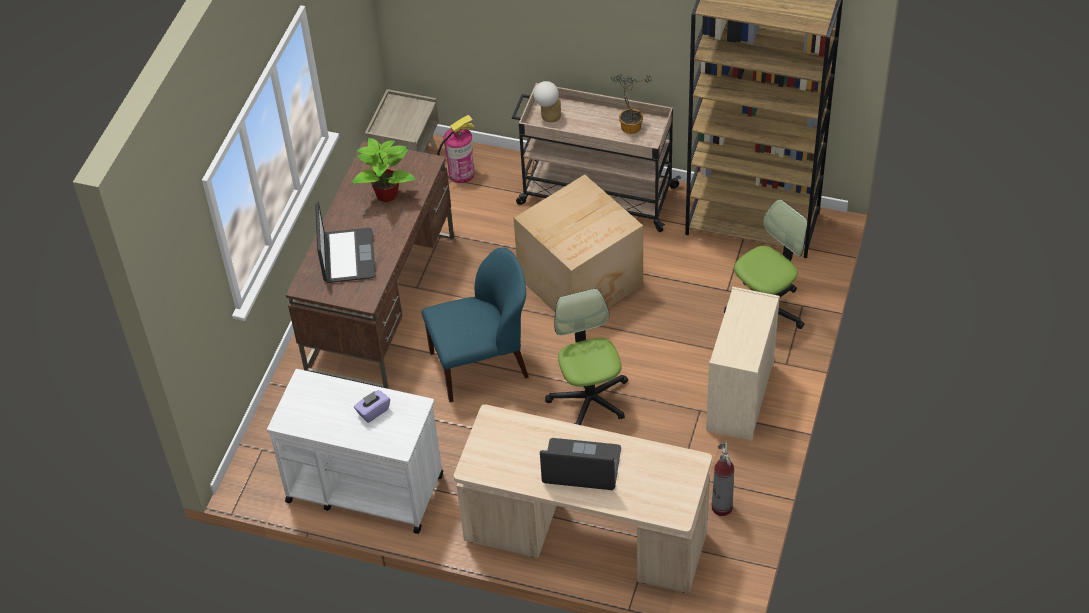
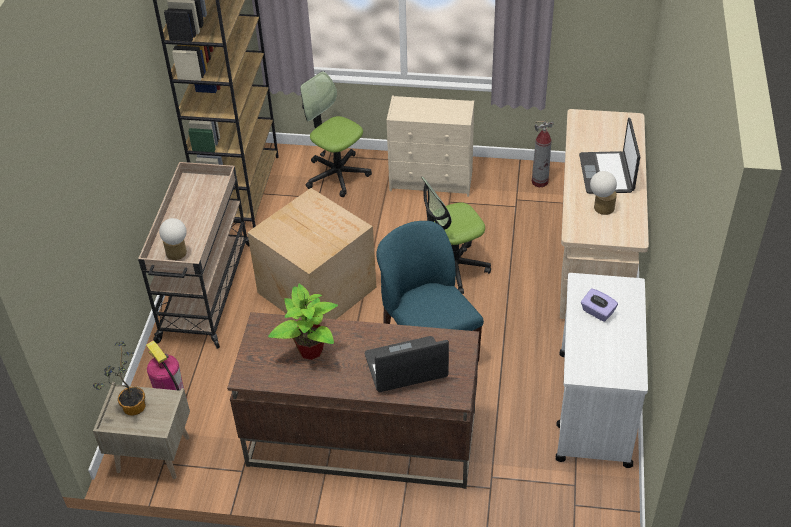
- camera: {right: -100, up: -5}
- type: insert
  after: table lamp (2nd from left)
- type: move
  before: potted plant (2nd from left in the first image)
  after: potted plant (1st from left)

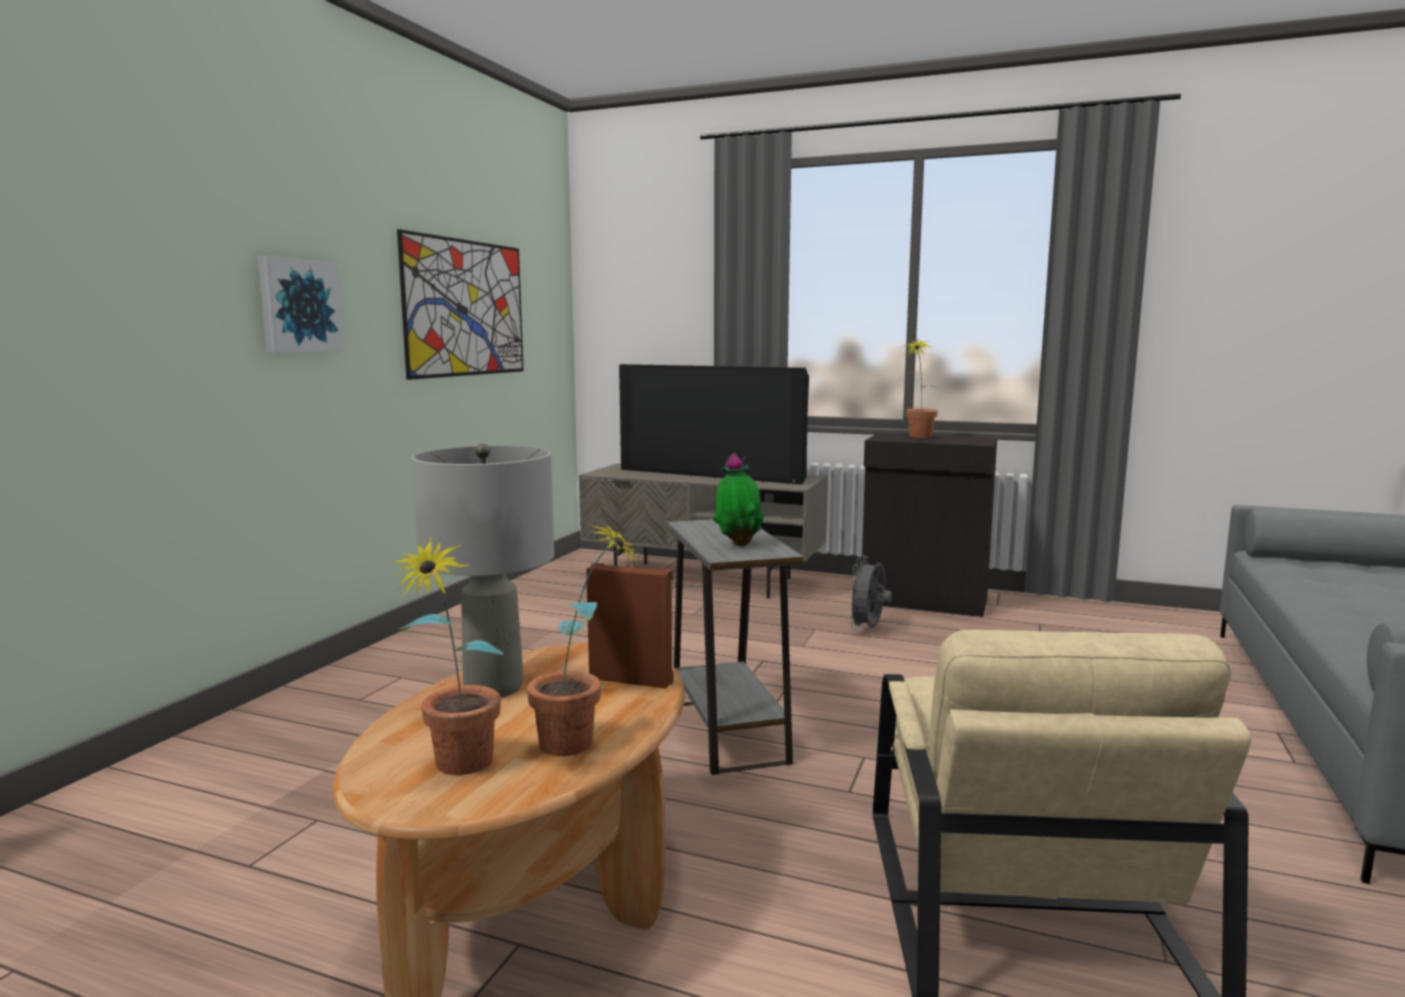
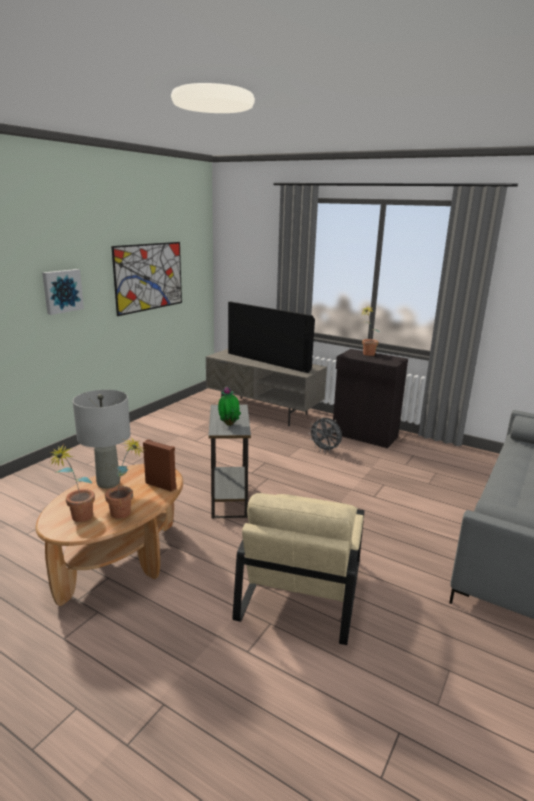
- camera: {right: 10, up: 10}
- type: rotate
  before: fan in grey
  turn: -90

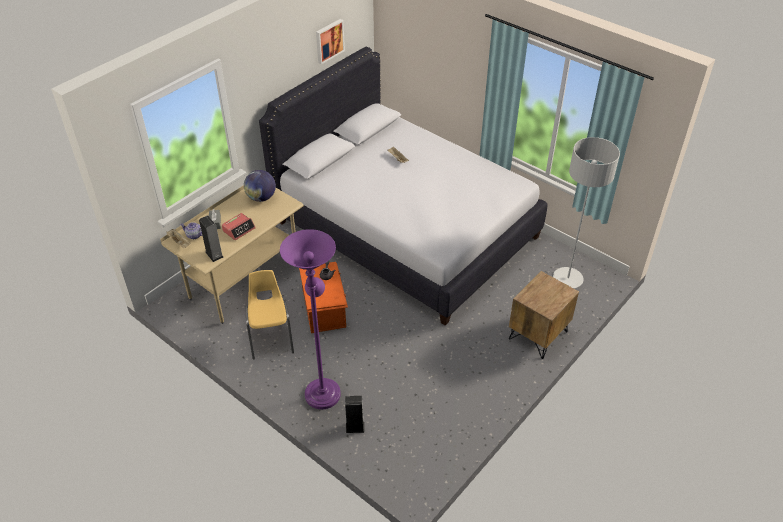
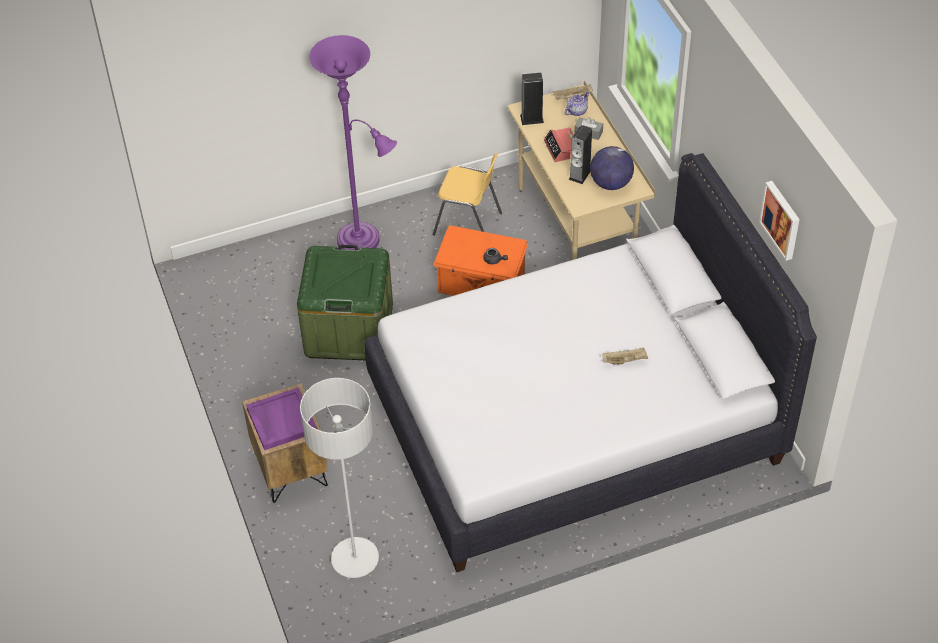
- camera: {right: 120, up: 5}
- type: insert
  after: tray in purple
- type: insert
  after: storage box in green
- type: move
  before: speaker (2nd from left)

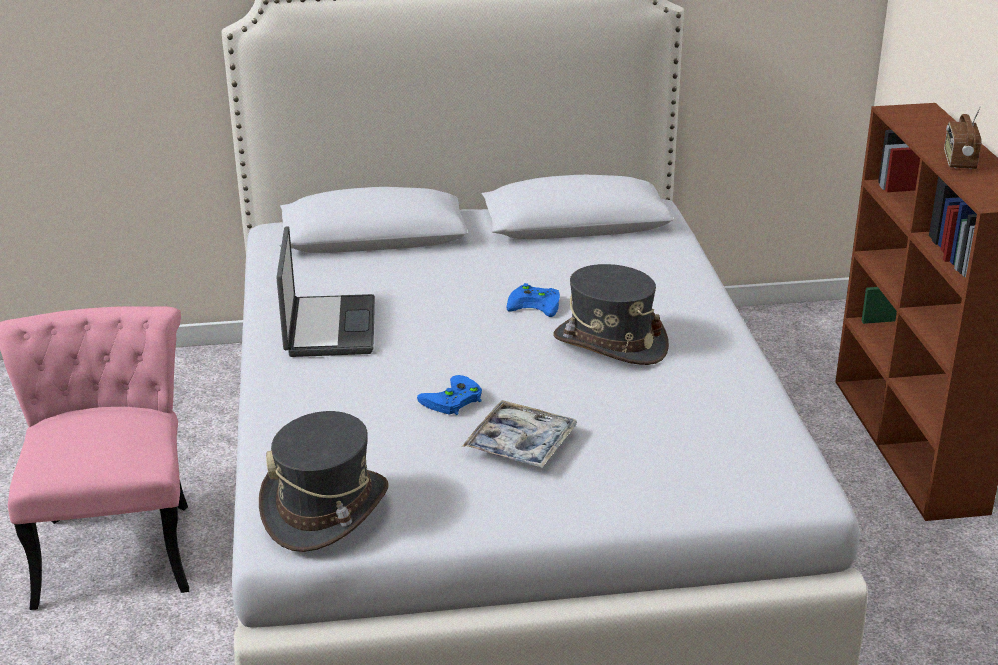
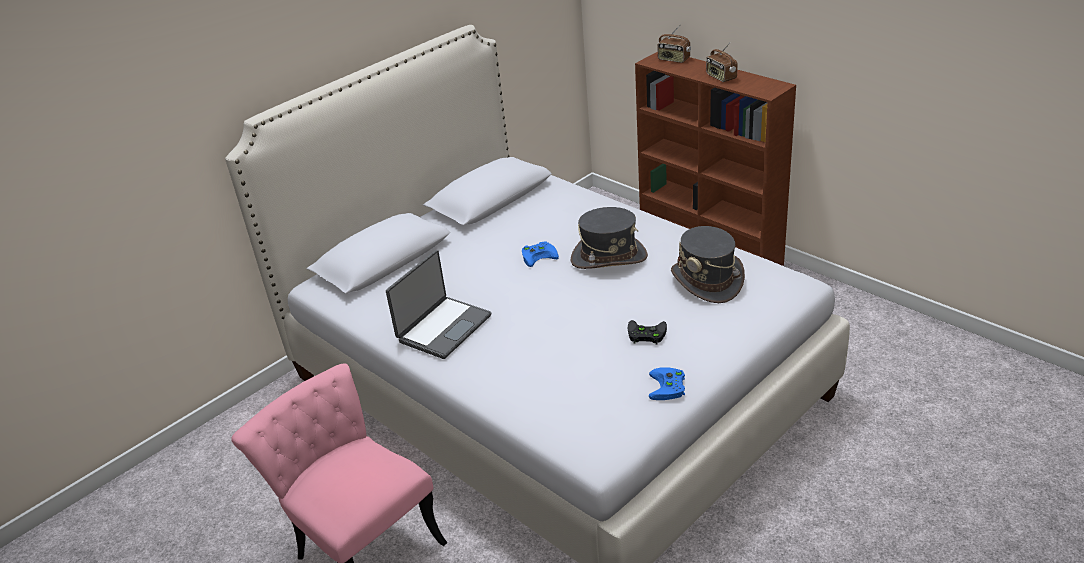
- camera: {right: -35, up: 5}
- type: insert
  after: radio (1st from left)
- type: move
  before: hat in grey (1st from left in the first image)
  after: hat in grey (2nd from left)
- type: move
  before: game controller in blue (1st from left in the first image)
  after: game controller in blue (2nd from left)
- type: replace
  before: tray
  after: game controller in black
- type: rotate
  before: laptop
  turn: 75

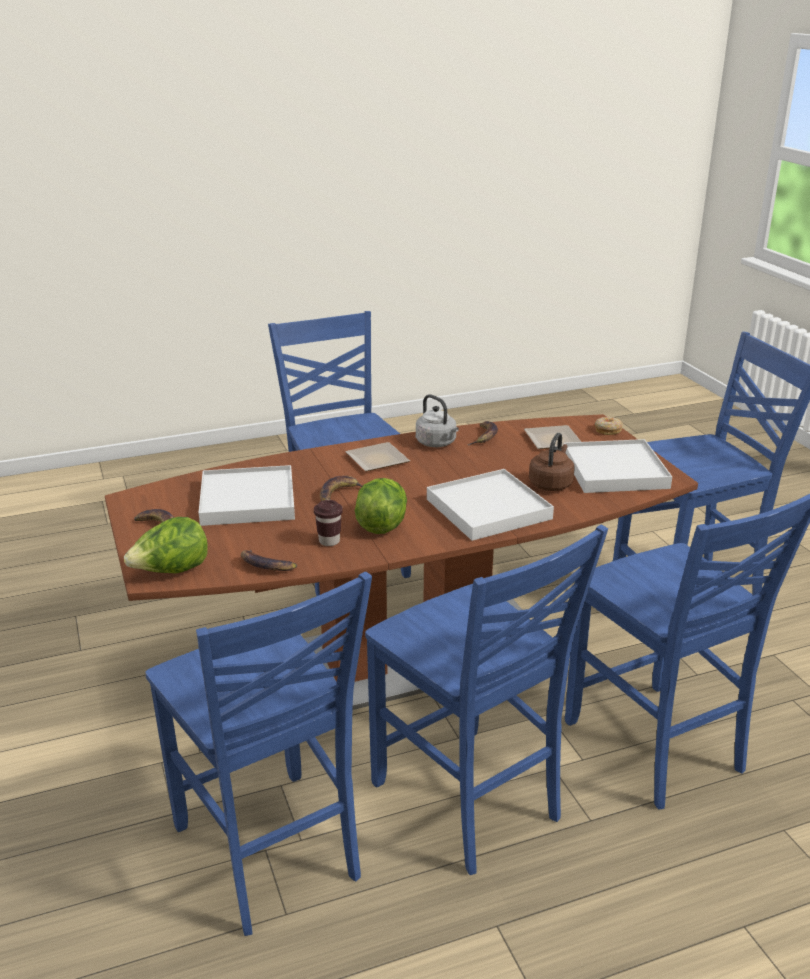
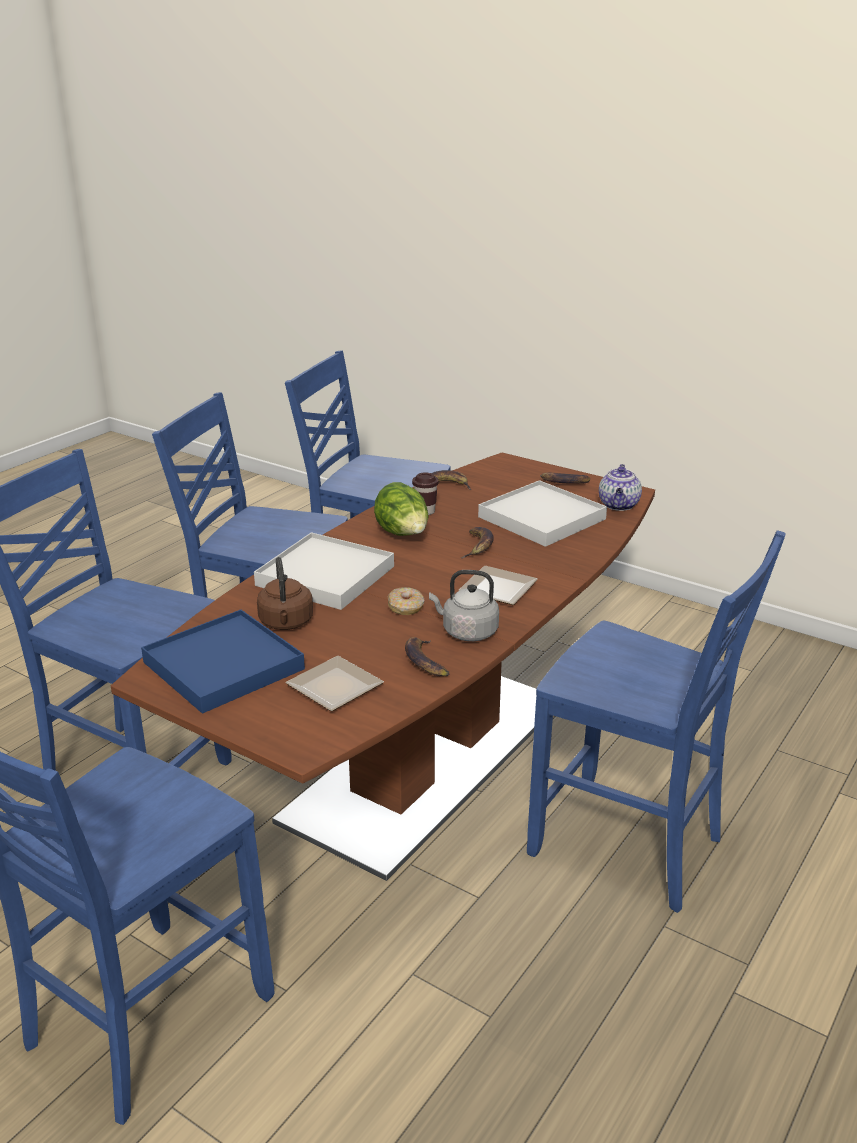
- camera: {right: 145, up: 0}
- type: delete
  before: lettuce (1st from left)
- type: insert
  after: teapot
- type: move
  before: donut
- type: recolor
  before: tray in white (3rd from left)
  after: tray in blue

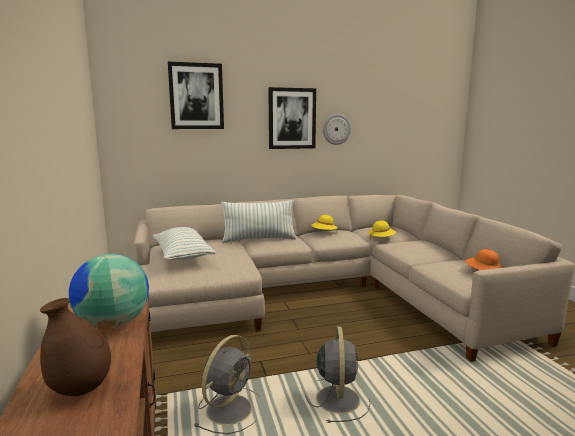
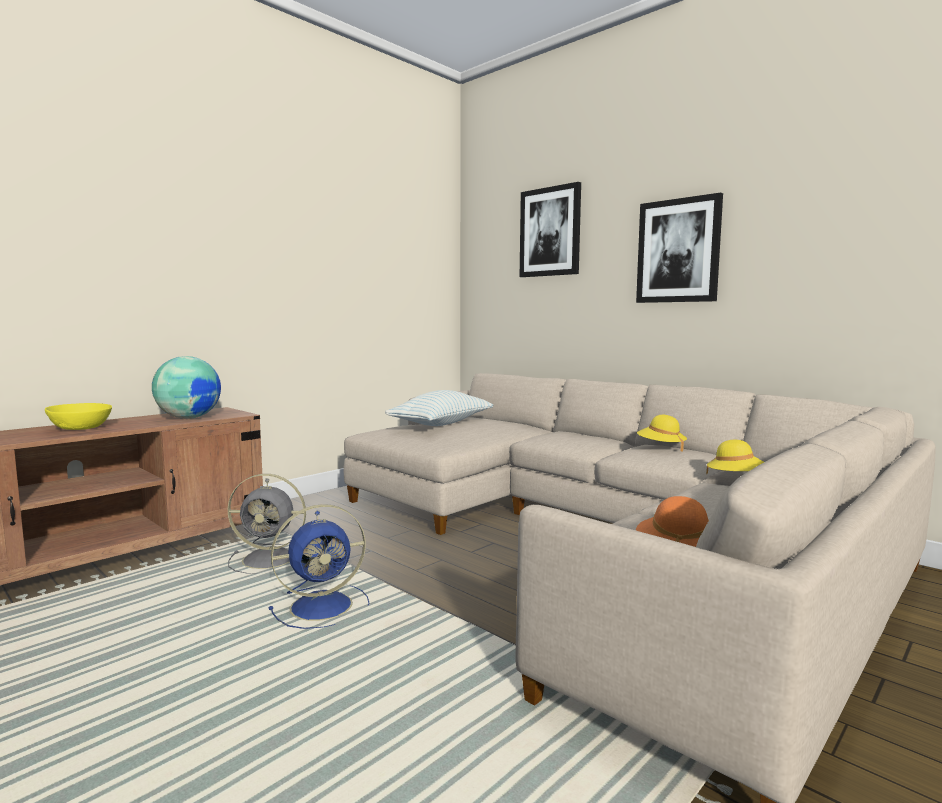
- camera: {right: 60, up: -5}
- type: delete
  before: pillow (2nd from left)
- type: delete
  before: wall clock
- type: replace
  before: vase in brown
  after: bowl in yellow
- type: recolor
  before: fan in grey (2nd from left)
  after: fan in blue

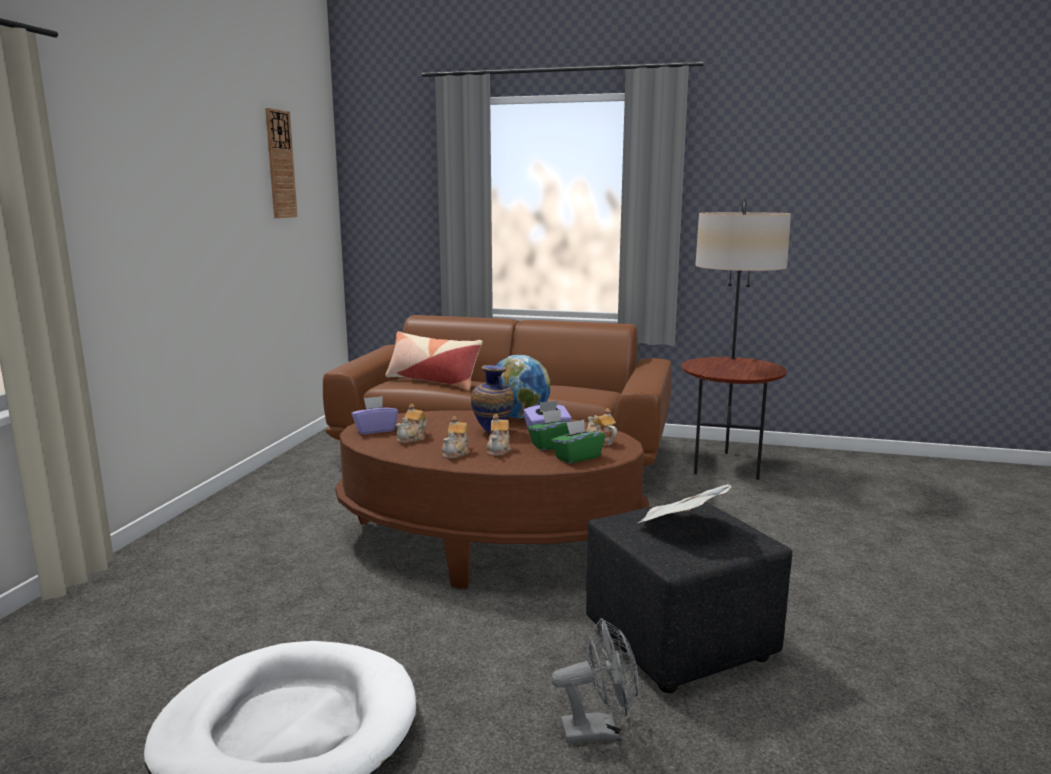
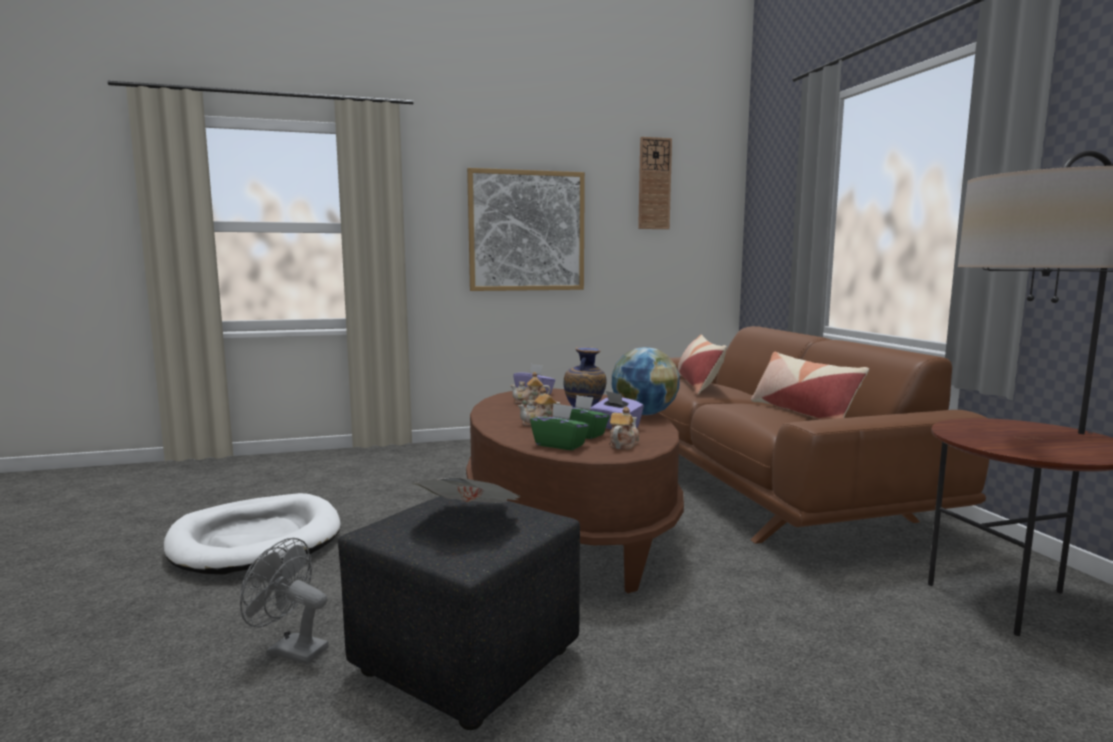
- camera: {right: 60, up: -5}
- type: delete
  before: teapot (2nd from left)
- type: insert
  after: picture
- type: insert
  after: pillow (2nd from left)
- type: rotate
  before: fan in grey
  turn: 150

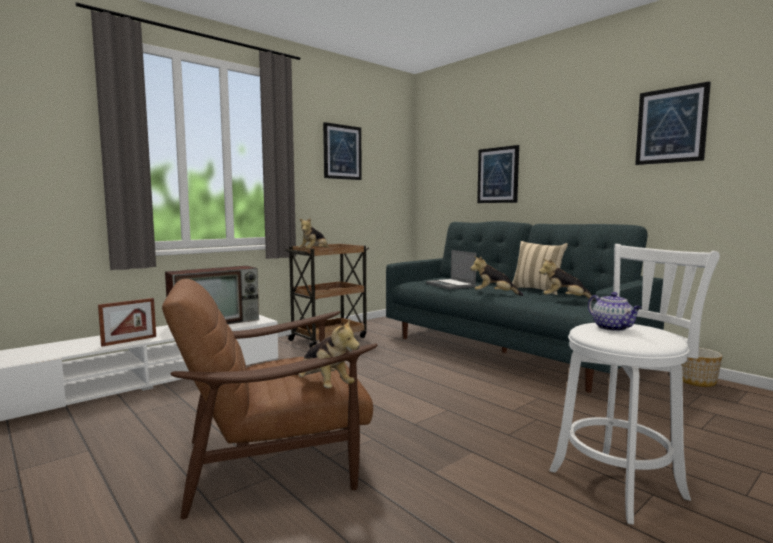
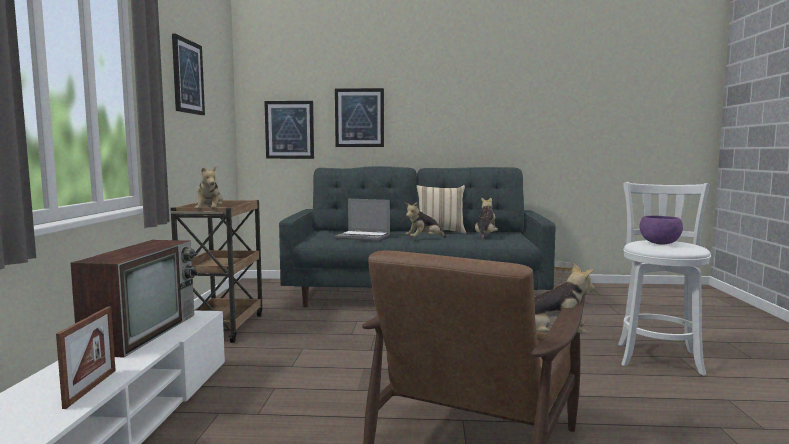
- camera: {right: -45, up: 0}
- type: move
  before: picture (3rd from left in the first image)
  after: picture (2nd from left)
- type: replace
  before: teapot
  after: bowl in purple
- type: rotate
  before: plush toy (4th from left in the first image)
  turn: 135

